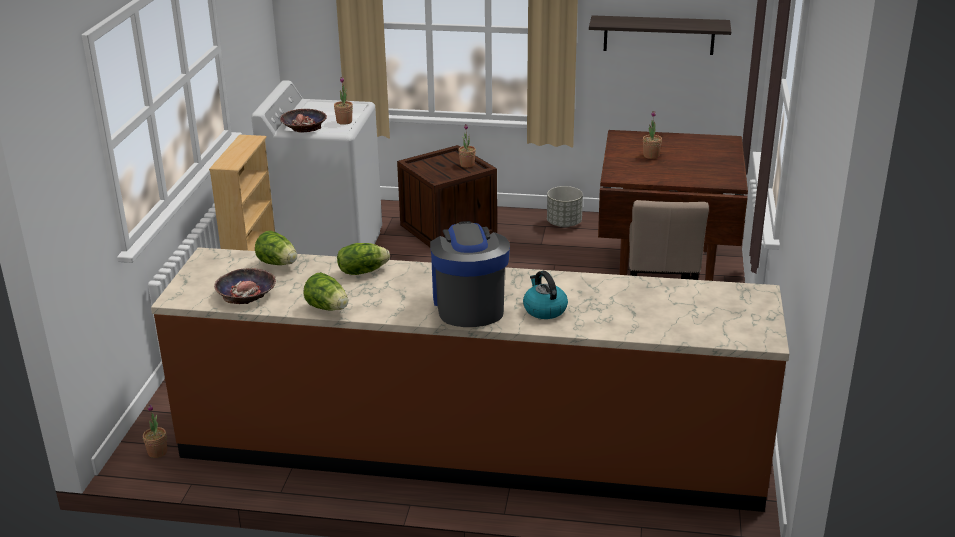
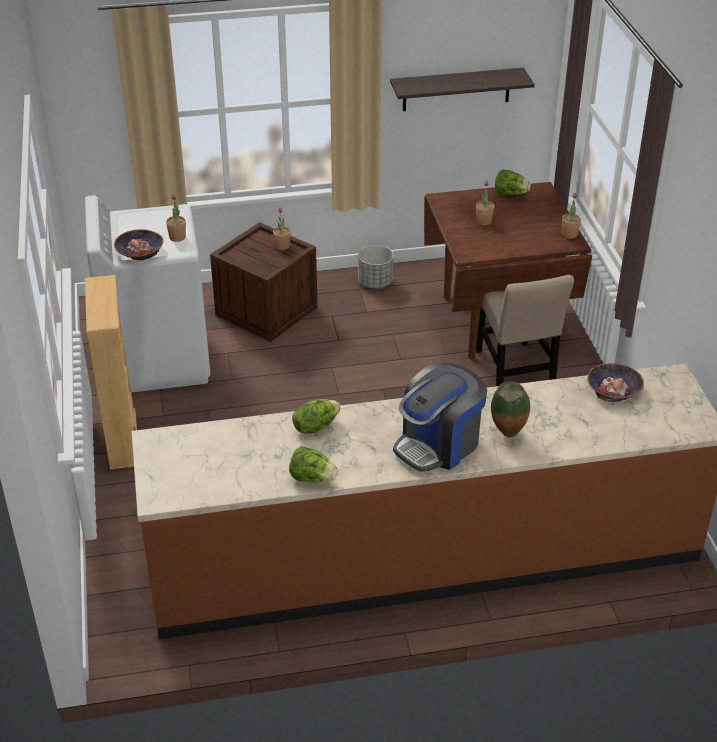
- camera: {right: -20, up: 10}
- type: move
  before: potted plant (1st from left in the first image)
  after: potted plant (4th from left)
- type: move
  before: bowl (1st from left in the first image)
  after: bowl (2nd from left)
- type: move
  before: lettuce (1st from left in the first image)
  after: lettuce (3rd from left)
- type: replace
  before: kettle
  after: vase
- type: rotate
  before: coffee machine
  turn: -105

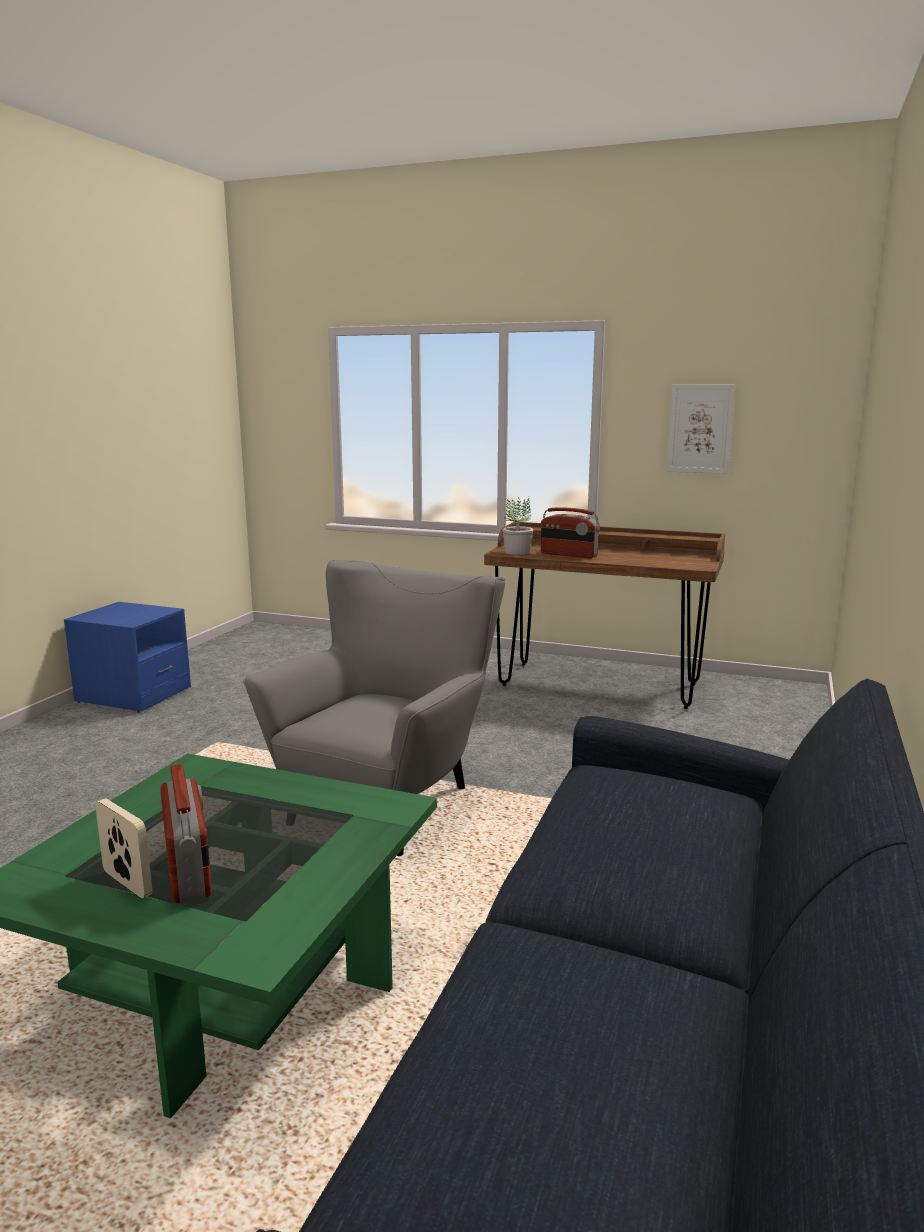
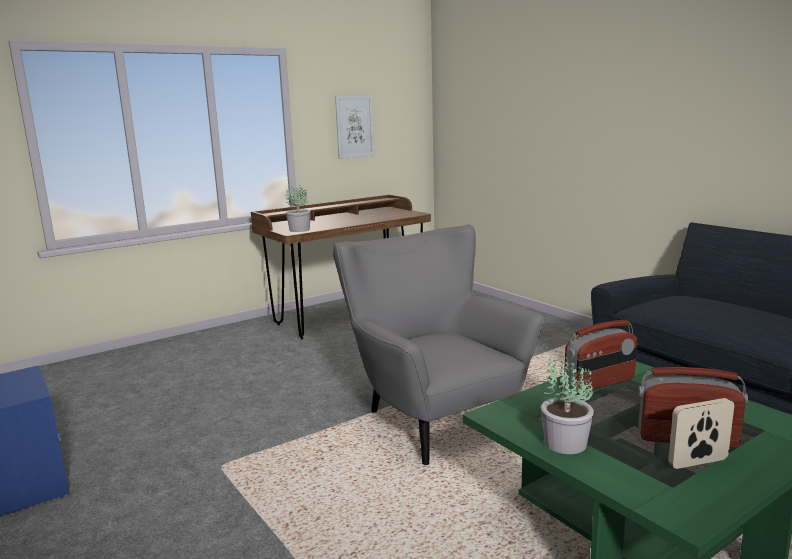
- camera: {right: -55, up: 0}
- type: insert
  after: potted plant (2nd from left)
- type: move
  before: radio (2nd from left in the first image)
  after: radio (1st from left)

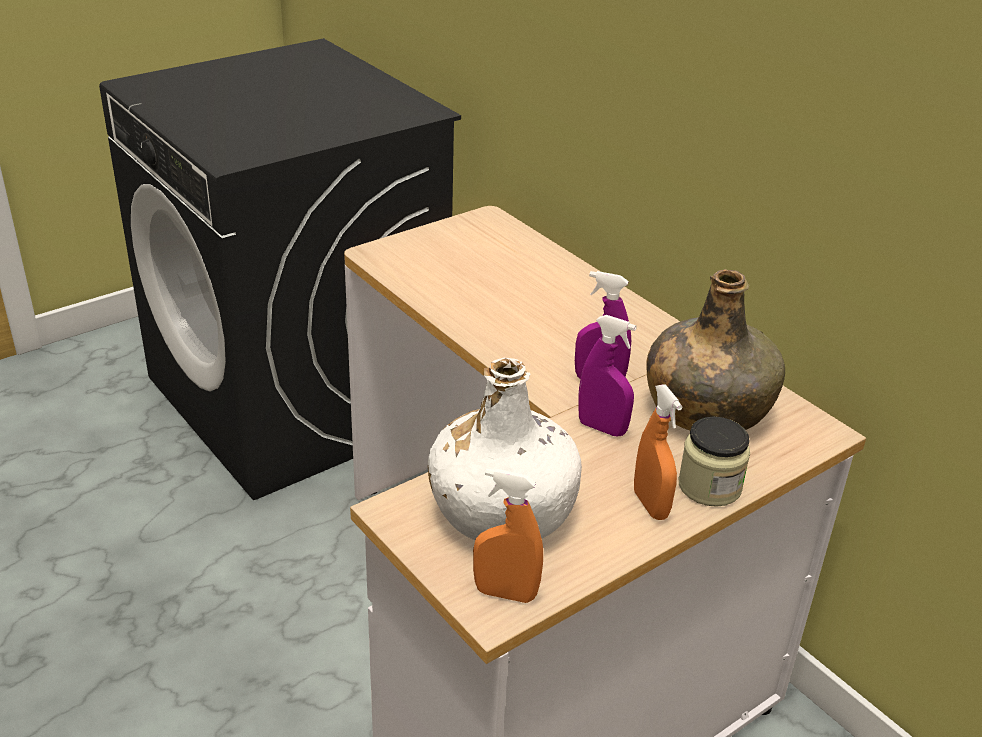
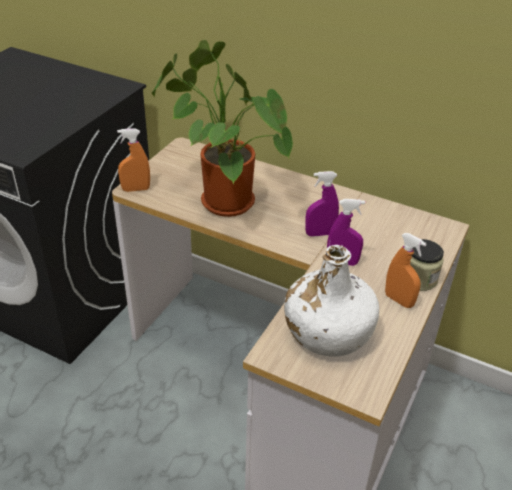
- camera: {right: -25, up: 5}
- type: delete
  before: bottle in green
- type: insert
  after: potted plant
- type: move
  before: spray bottle in orange (1st from left)

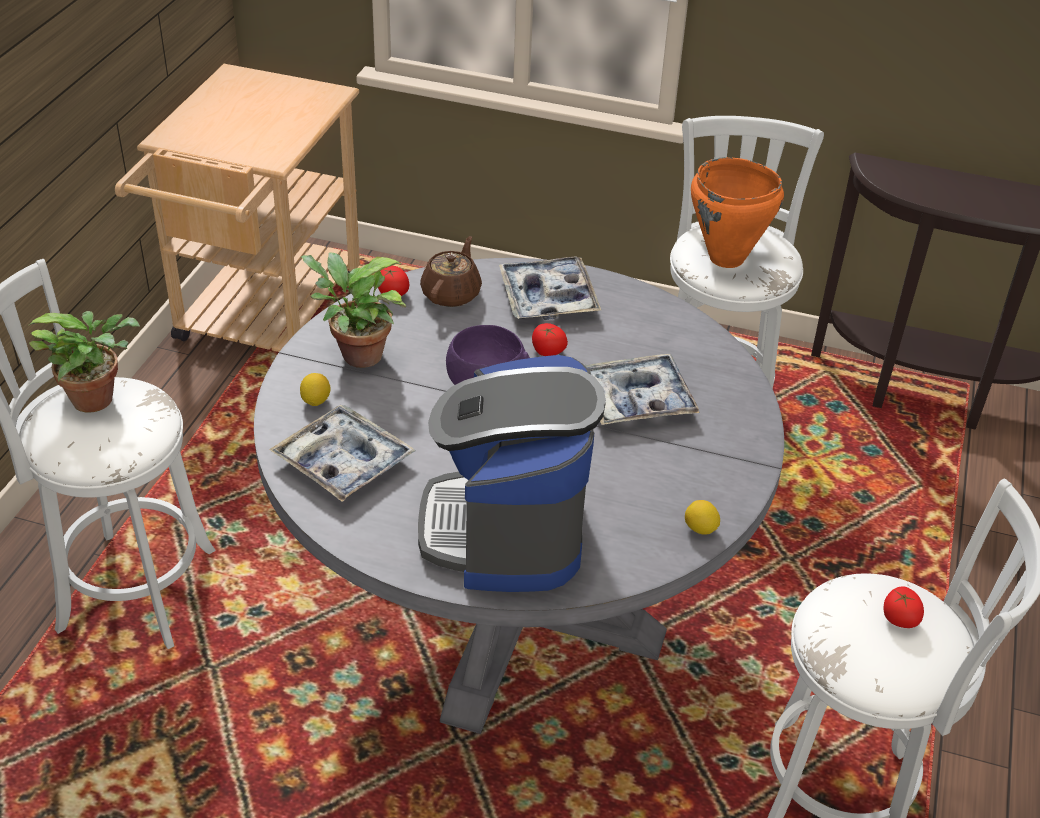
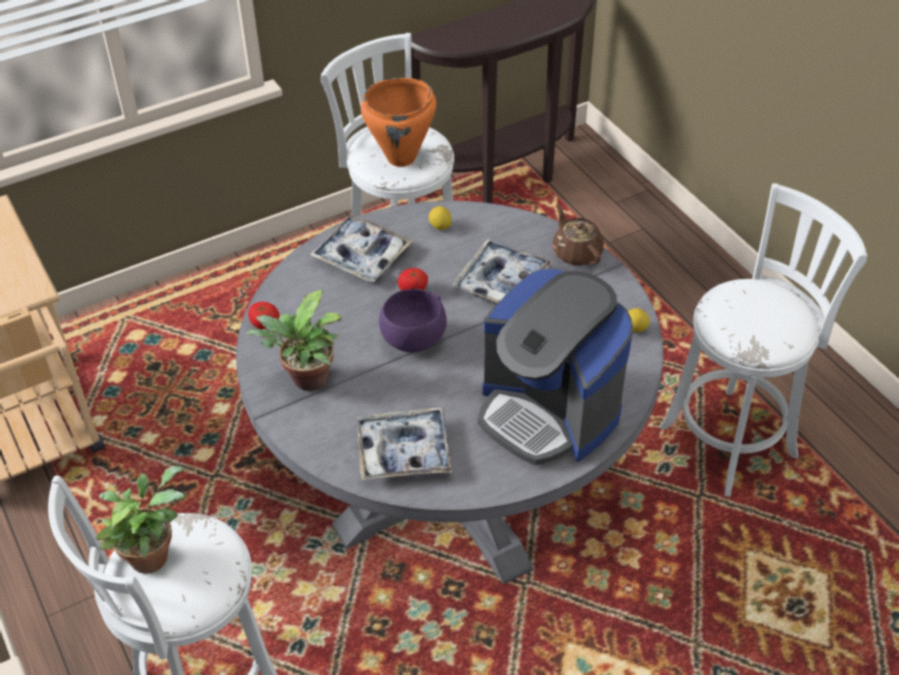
- camera: {right: -45, up: 5}
- type: delete
  before: tomato (3rd from left)
- type: move
  before: lemon (1st from left)
- type: move
  before: teapot in brown

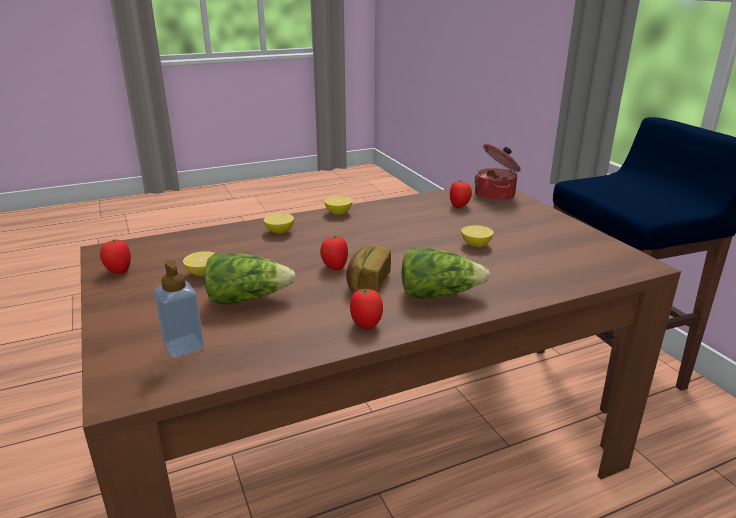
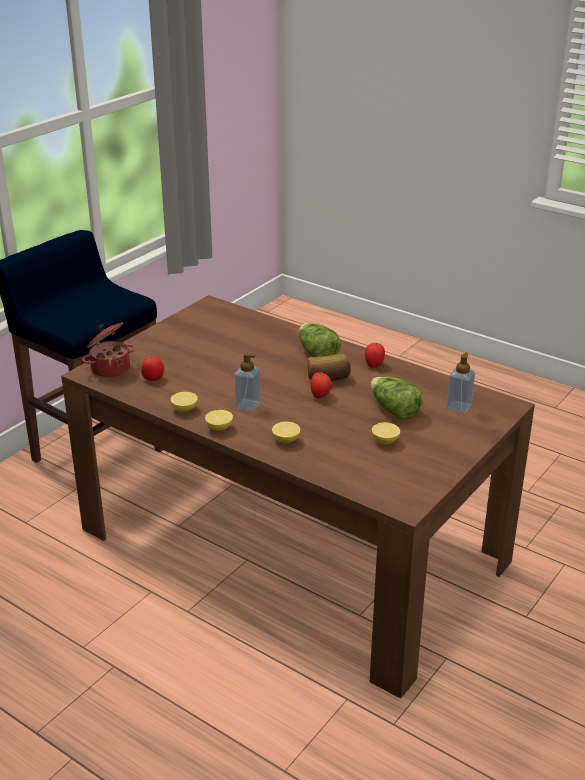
- camera: {right: -120, up: 5}
- type: delete
  before: tomato (1st from left)
- type: insert
  after: soap dispenser (1st from left)
- type: move
  before: lemon (4th from left in the first image)
  after: lemon (1st from left)

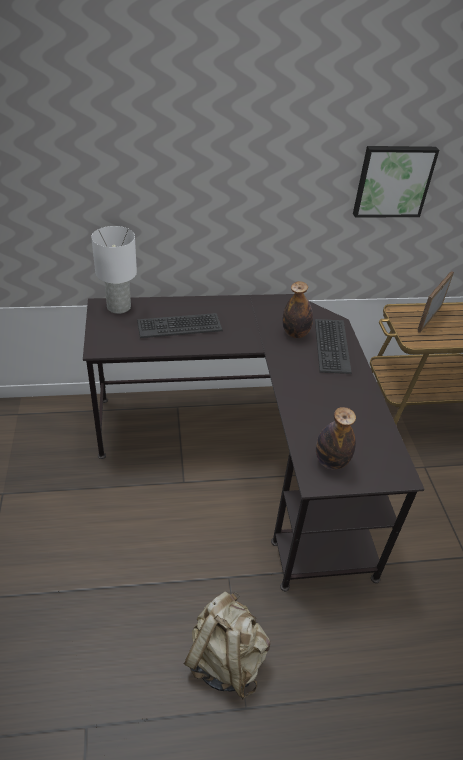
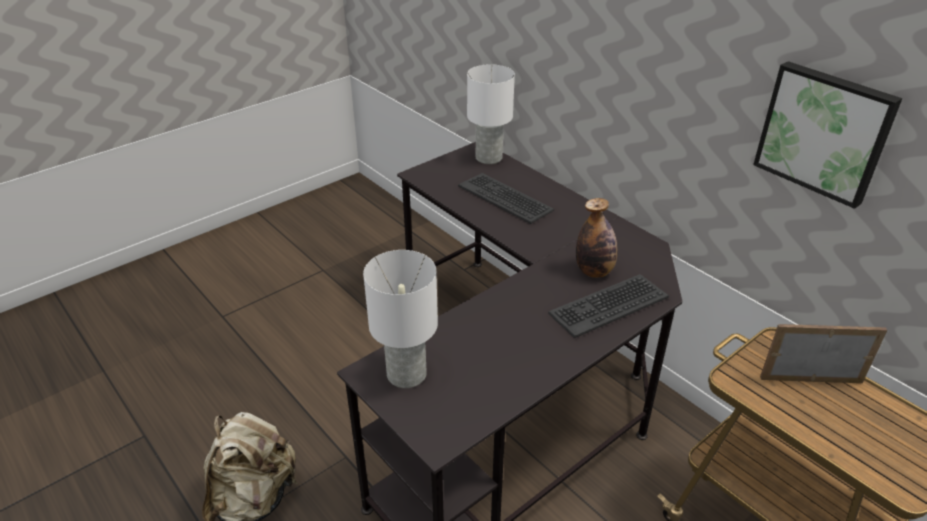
- camera: {right: 60, up: -5}
- type: replace
  before: bottle (2nd from left)
  after: table lamp in white (1st from left)

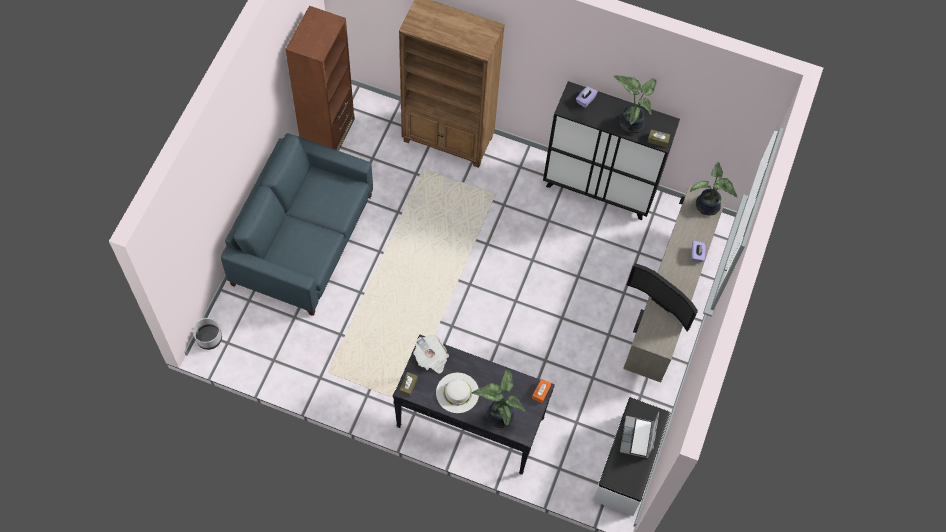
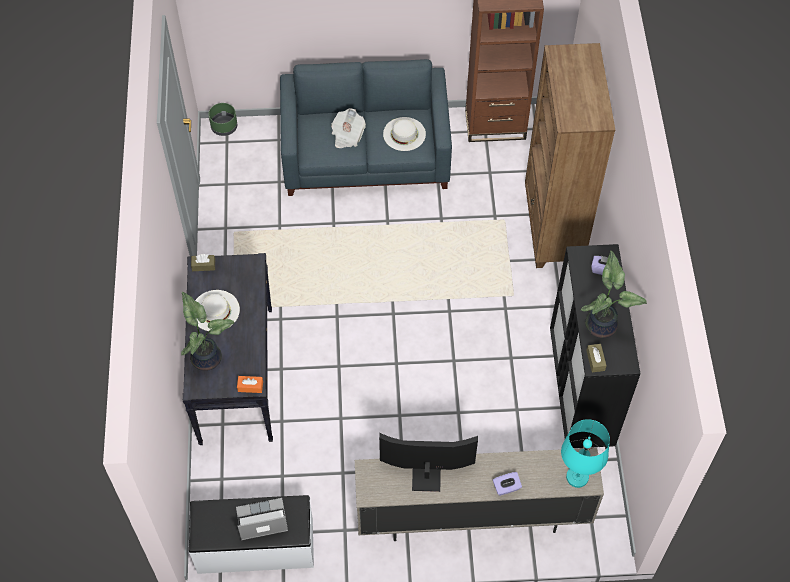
- camera: {right: 70, up: -5}
- type: insert
  after: hat in white (2nd from left)
- type: move
  before: newspaper
- type: replace
  before: potted plant (3rd from left)
  after: table lamp in turquoise
- type: recolor
  before: planter in grey
  after: planter in green
- type: rotate
  before: television
  turn: 75

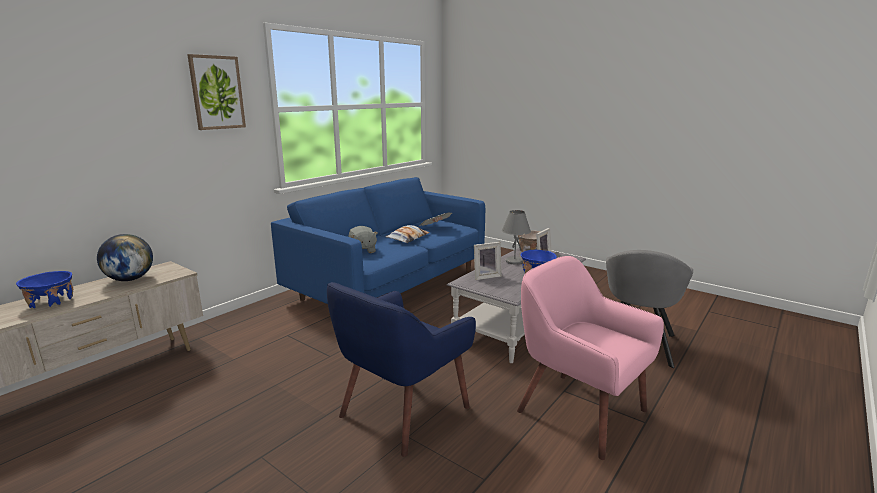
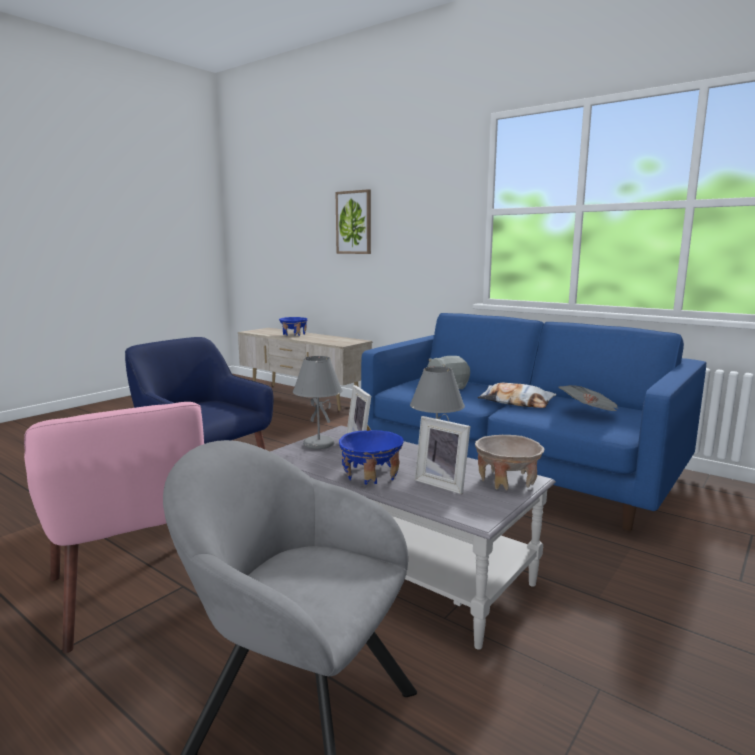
- camera: {right: 90, up: -5}
- type: delete
  before: globe
- type: insert
  after: table lamp in grey (1st from left)
- type: move
  before: picture
- type: rotate
  before: armchair in pink
  turn: 105

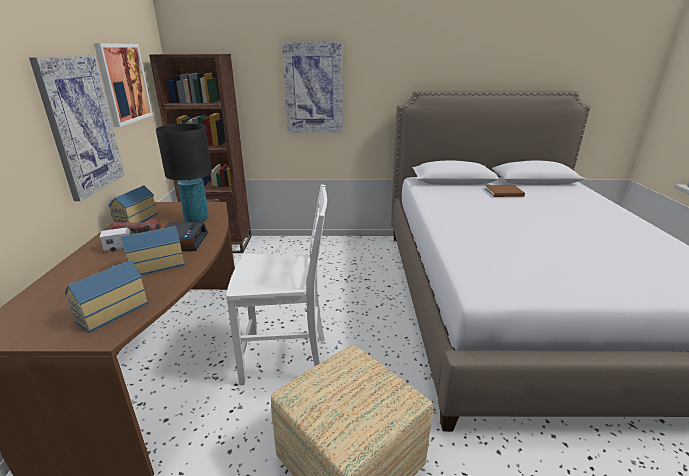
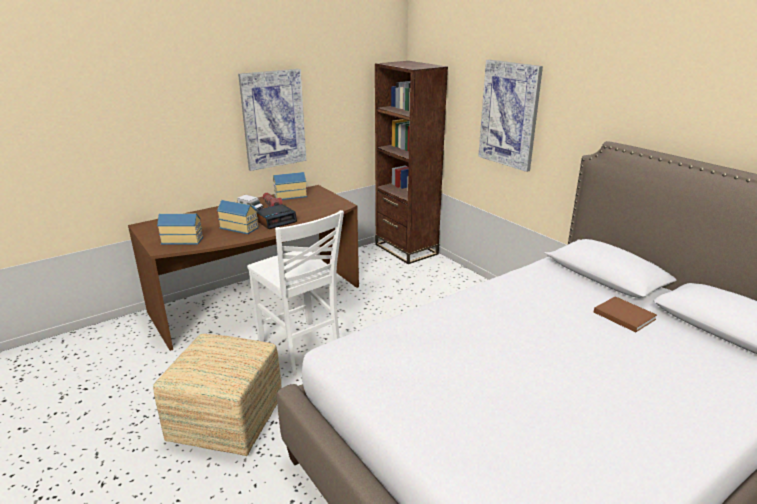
- camera: {right: 55, up: 0}
- type: delete
  before: picture (2nd from left)
- type: delete
  before: table lamp in black

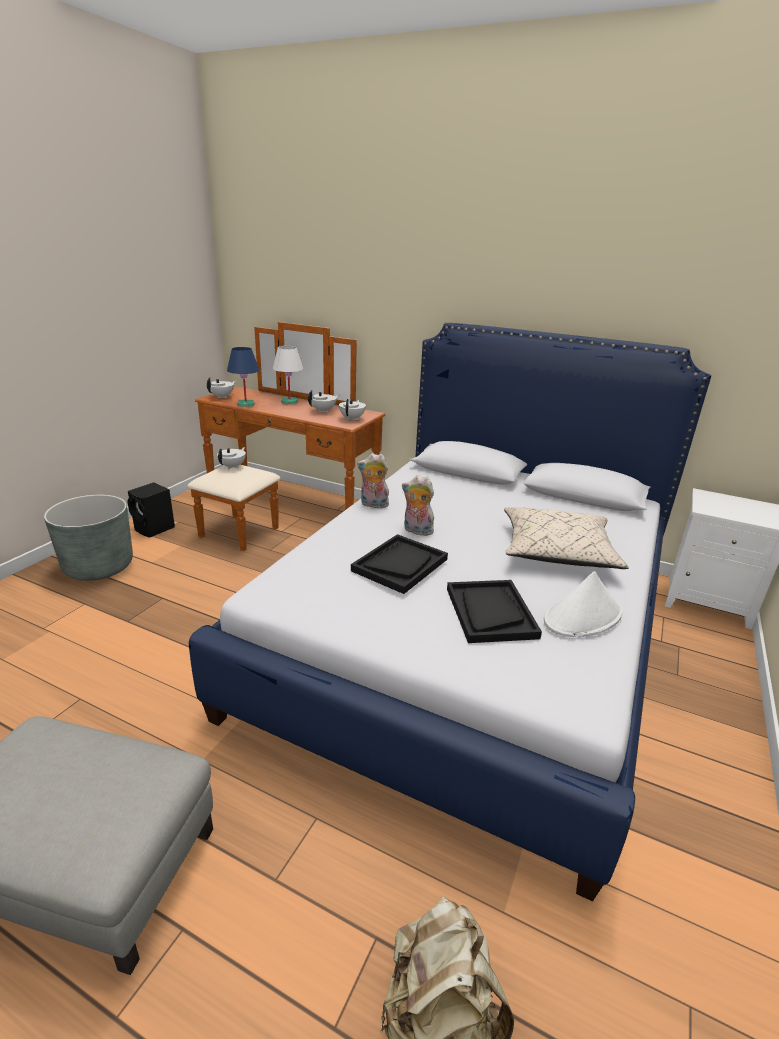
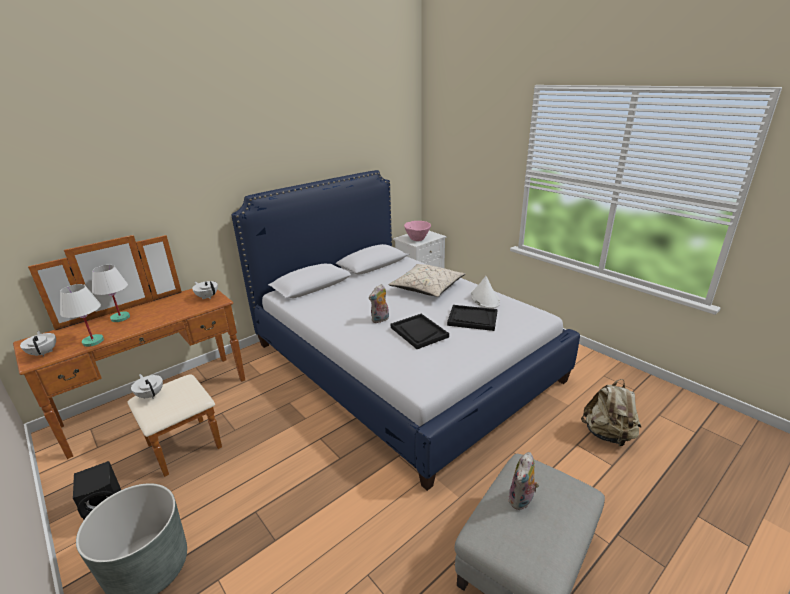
- camera: {right: -65, up: 0}
- type: delete
  before: teapot in white (3rd from left)
- type: insert
  after: bowl in pink
- type: move
  before: plush toy (1st from left in the first image)
  after: plush toy (2nd from left)
- type: recolor
  before: table lamp in blue
  after: table lamp in white (1st from left)

